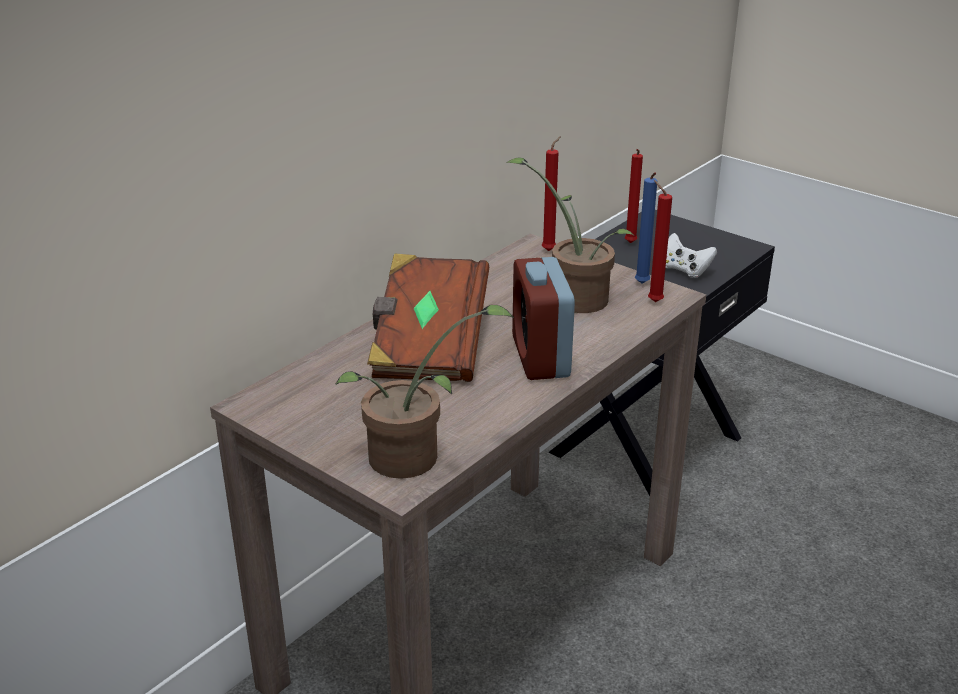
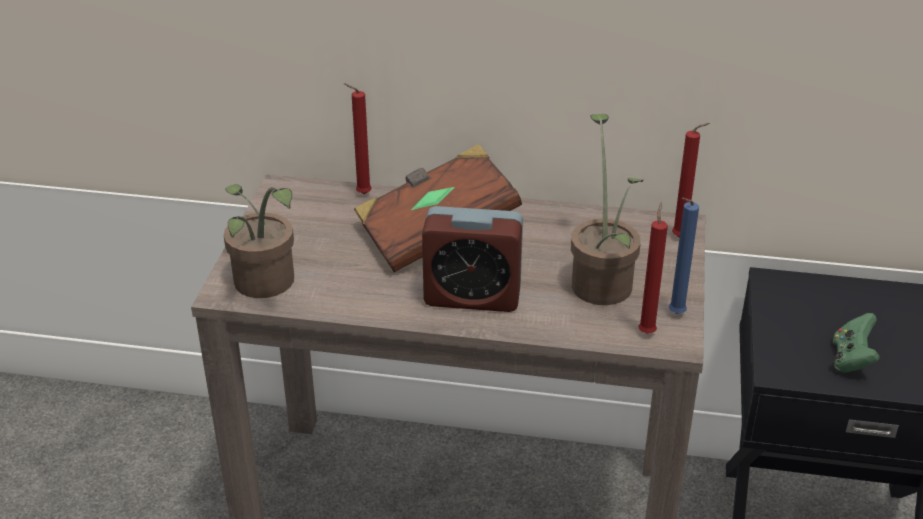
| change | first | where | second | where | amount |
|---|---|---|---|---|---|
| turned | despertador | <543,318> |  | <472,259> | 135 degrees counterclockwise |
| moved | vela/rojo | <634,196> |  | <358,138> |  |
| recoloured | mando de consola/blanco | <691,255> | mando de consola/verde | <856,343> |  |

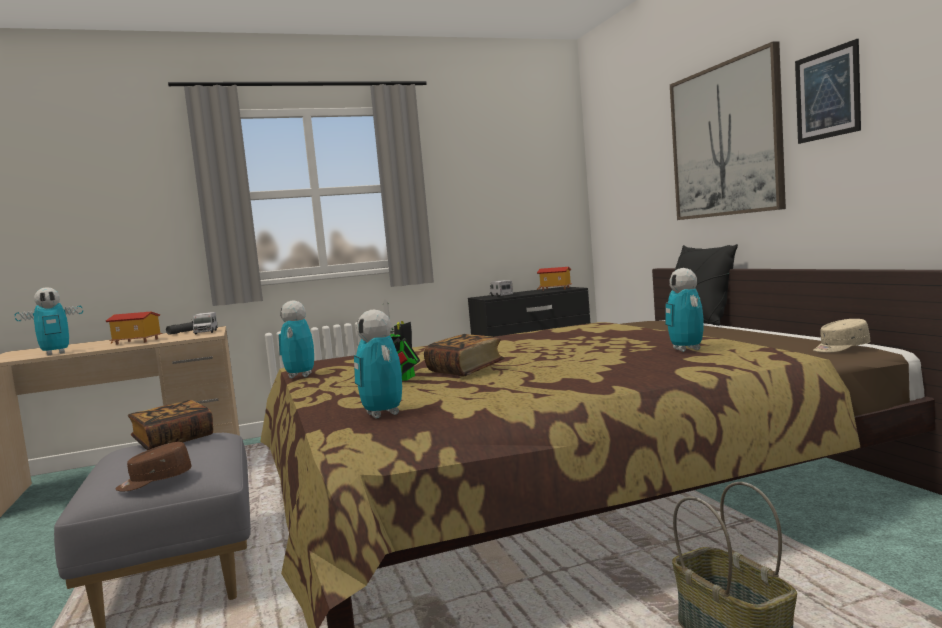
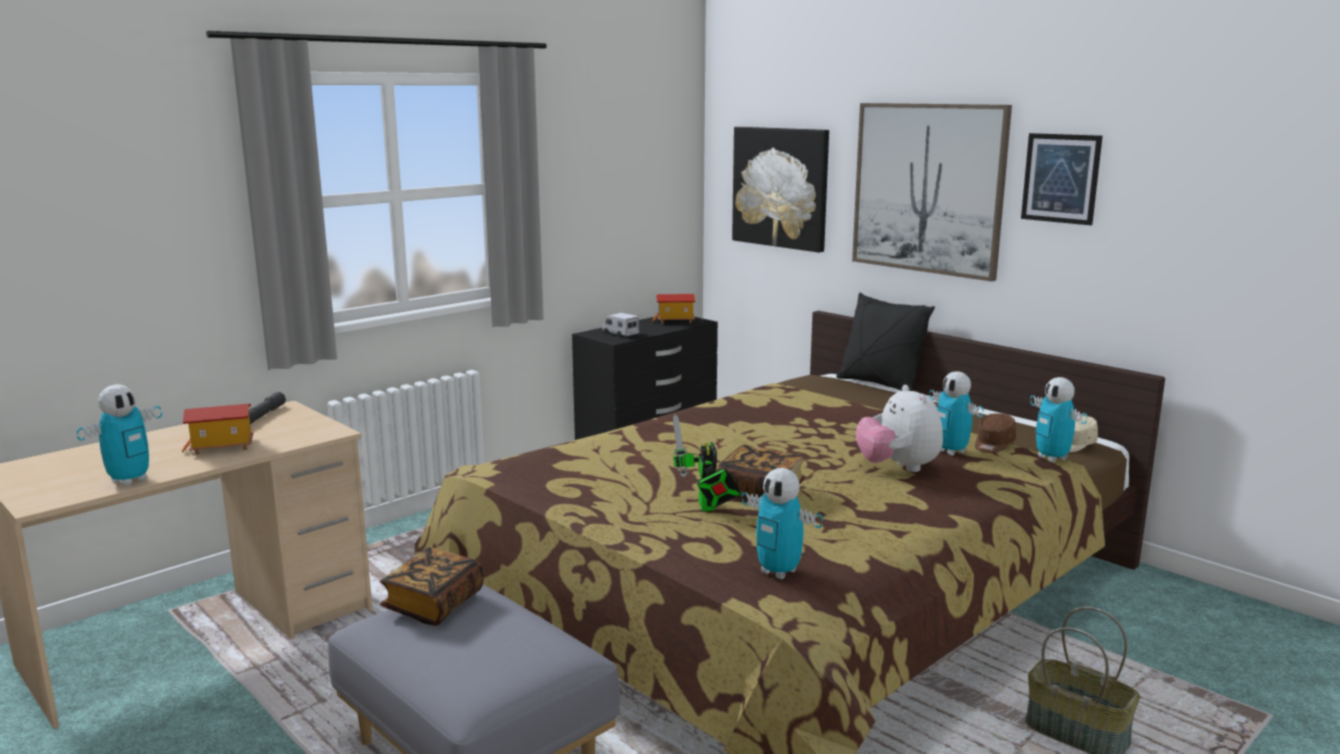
| change | first | where | second | where | amount |
|---|---|---|---|---|---|
| moved | gorra/marrón | <153,466> |  | <995,433> |  |
| removed | camión de juguete | <204,323> |  |  |  |
| moved | robot de juguete | <296,339> |  | <1059,419> |  |
| added |  |  | cuadro | <780,190> |  |
| added |  |  | peluche | <899,428> |  |

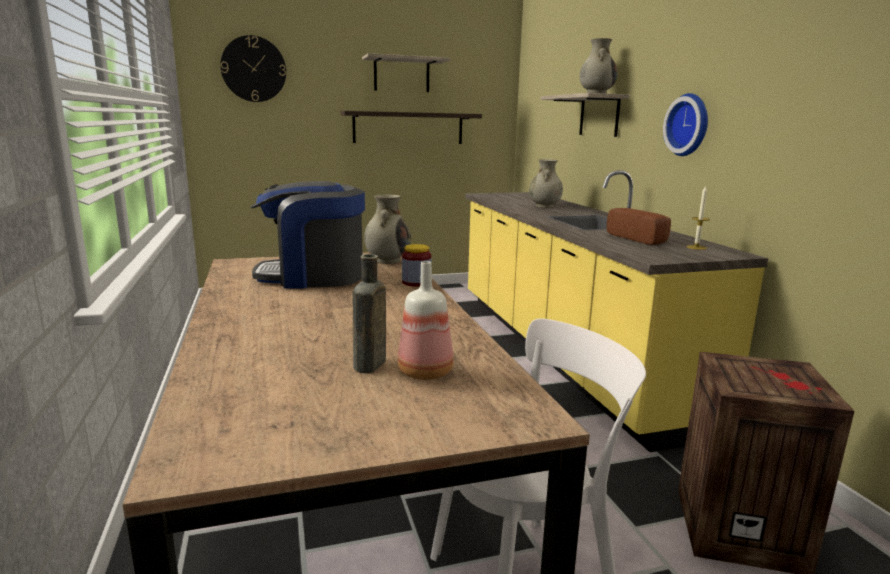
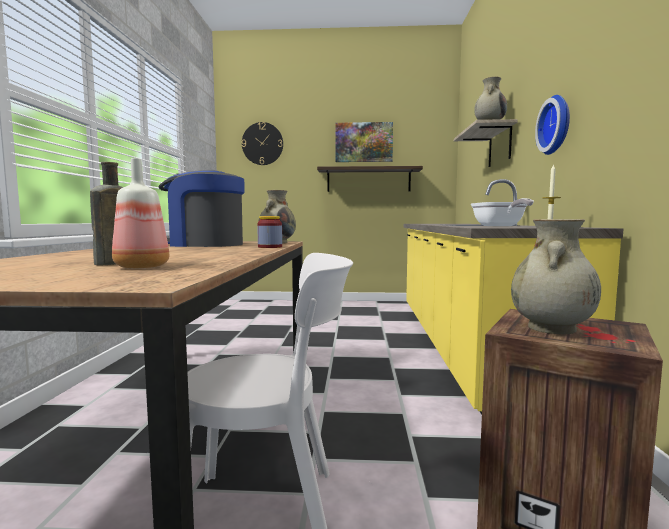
| change | first | where | second | where | amount |
|---|---|---|---|---|---|
| replaced | estante | <406,72> | cuadro | <364,142> |  |
| moved | florero/beis | <546,183> |  | <556,277> |  |
| replaced | pan | <639,226> | sartén | <502,212> |  |

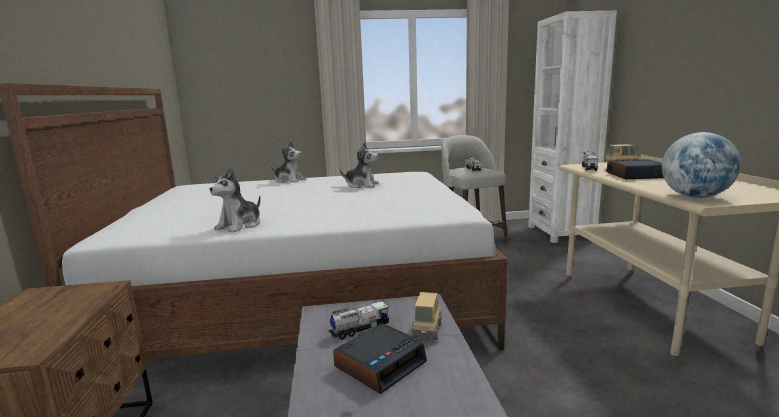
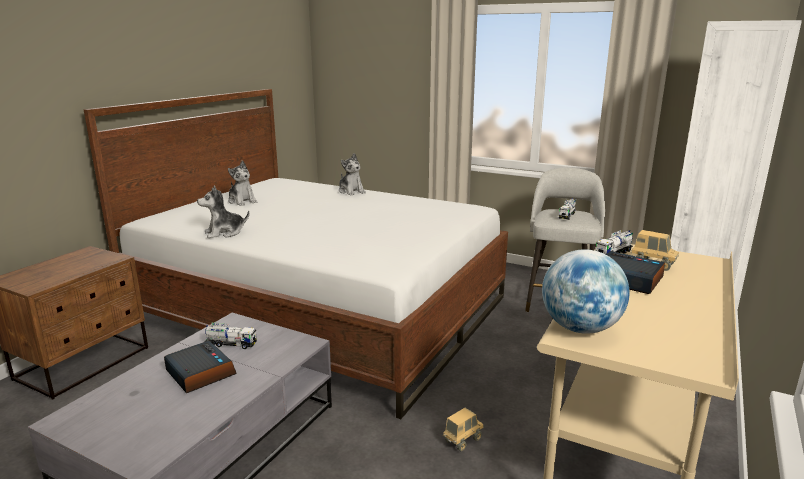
| change | first | where | second | where | amount |
|---|---|---|---|---|---|
| turned | despertador | <380,358> |  | <200,367> | 120 degrees counterclockwise |
| moved | peluche | <359,165> |  | <242,183> |  |
| moved | camión de juguete | <427,316> |  | <463,429> |  |

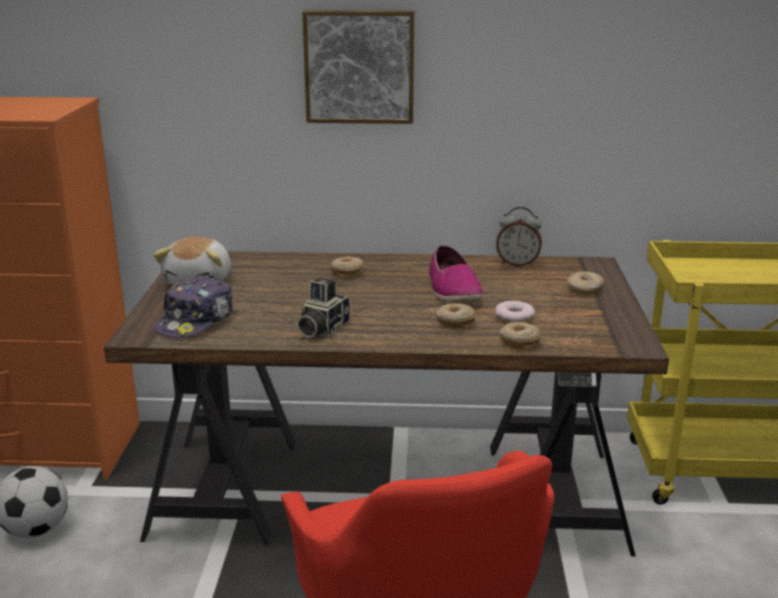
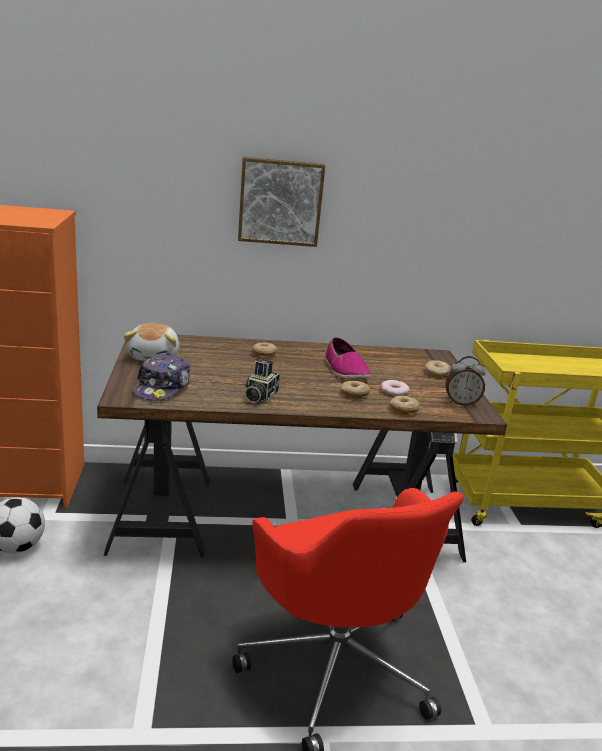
| change | first | where | second | where | amount |
|---|---|---|---|---|---|
| moved | despertador | <519,237> |  | <465,381> |  |

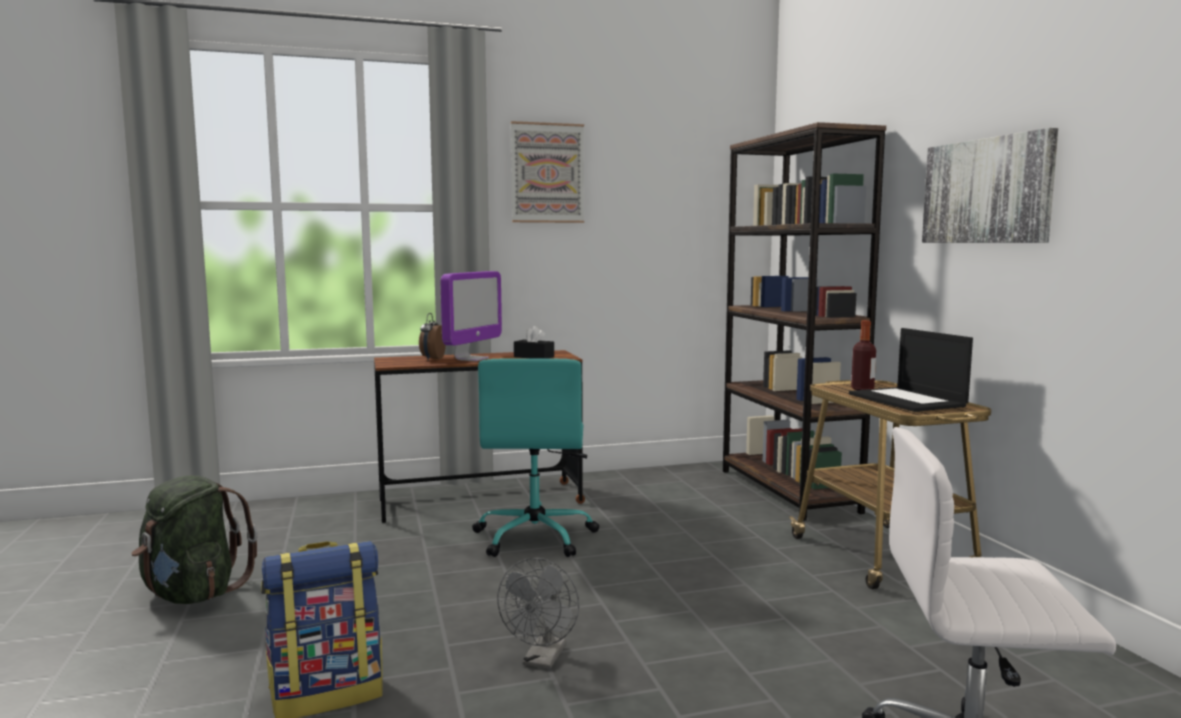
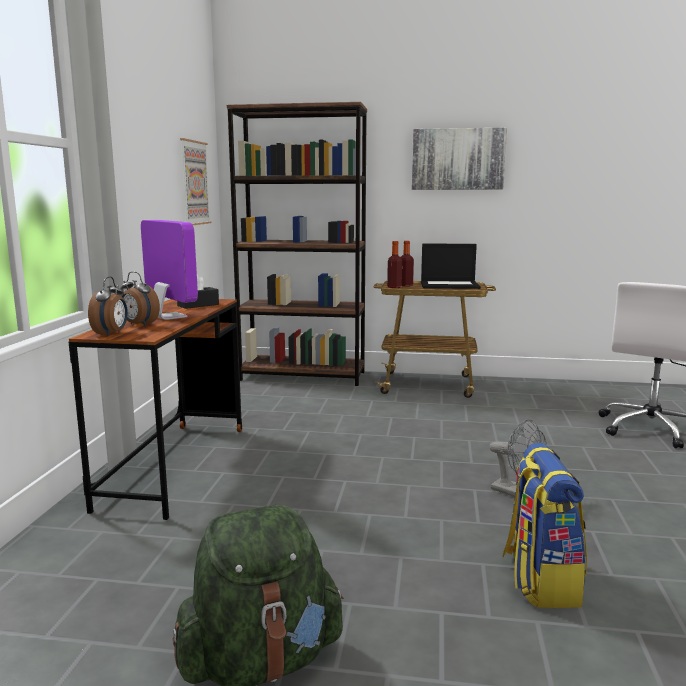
| change | first | where | second | where | amount |
|---|---|---|---|---|---|
| removed | silla de oficina/turquesa | <535,457> |  |  |  |
| moved | cuadro | <547,172> |  | <196,181> |  |
| added |  |  | despertador | <108,307> |  |
| added |  |  | botella | <394,264> |  |

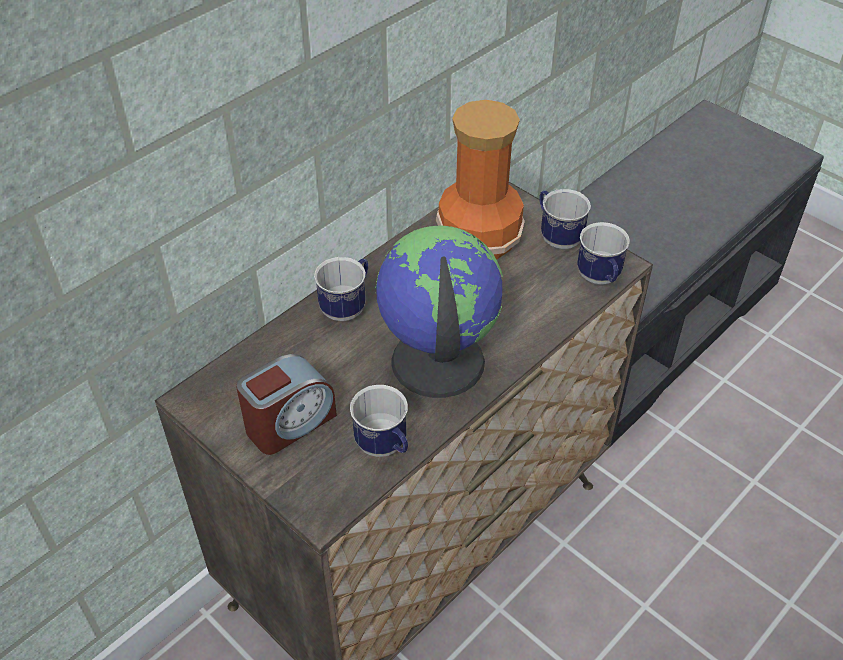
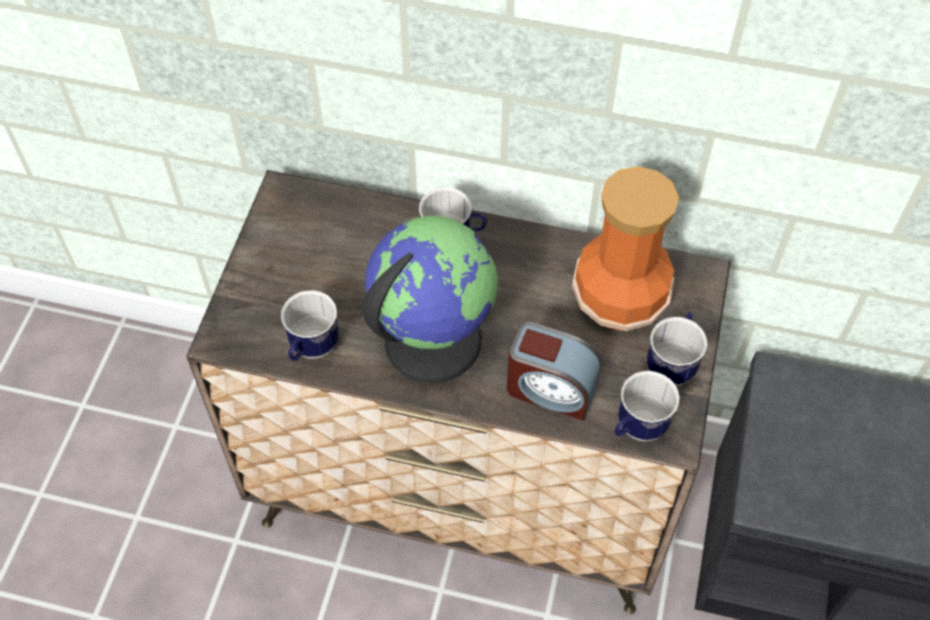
| change | first | where | second | where | amount |
|---|---|---|---|---|---|
| moved | despertador | <286,404> |  | <554,371> |  |

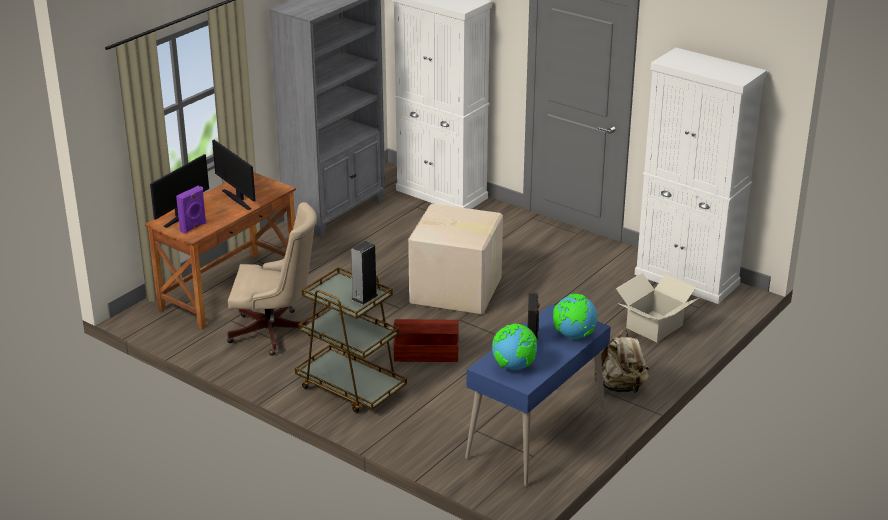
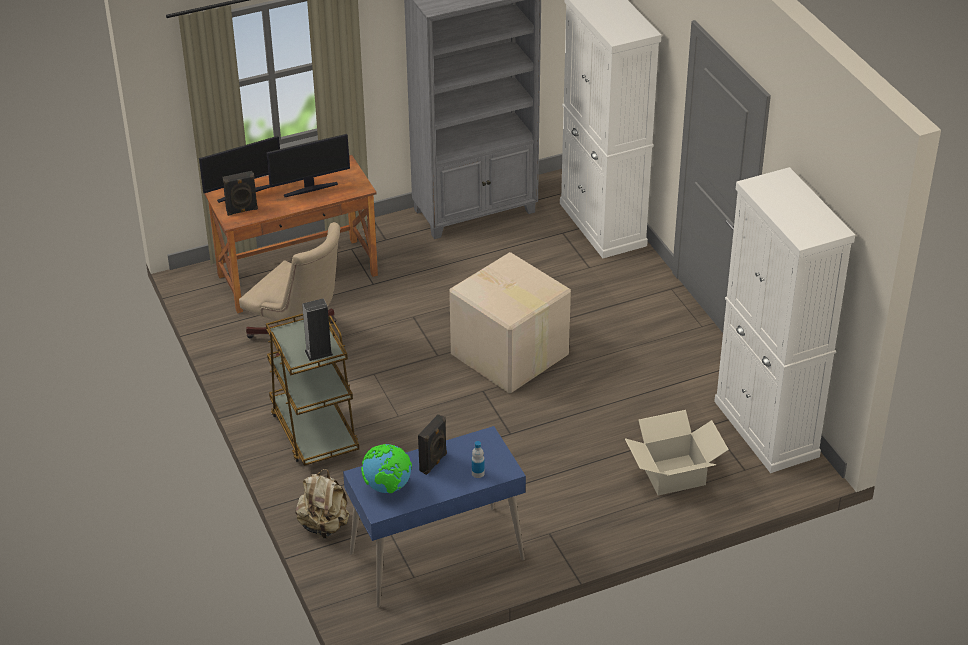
| change | first | where | second | where | amount |
|---|---|---|---|---|---|
| recoloured | altavoz/morado | <191,210> | altavoz/negro | <240,193> |  |
| turned | monitor | <234,175> |  | <308,165> | 105 degrees counterclockwise |
| removed | caja de almacenaje/marrón | <426,340> |  |  |  |
| replaced | globo terráqueo | <575,316> | botella | <478,459> |  |
| moved | mochila/beis | <621,361> |  | <322,503> |  |

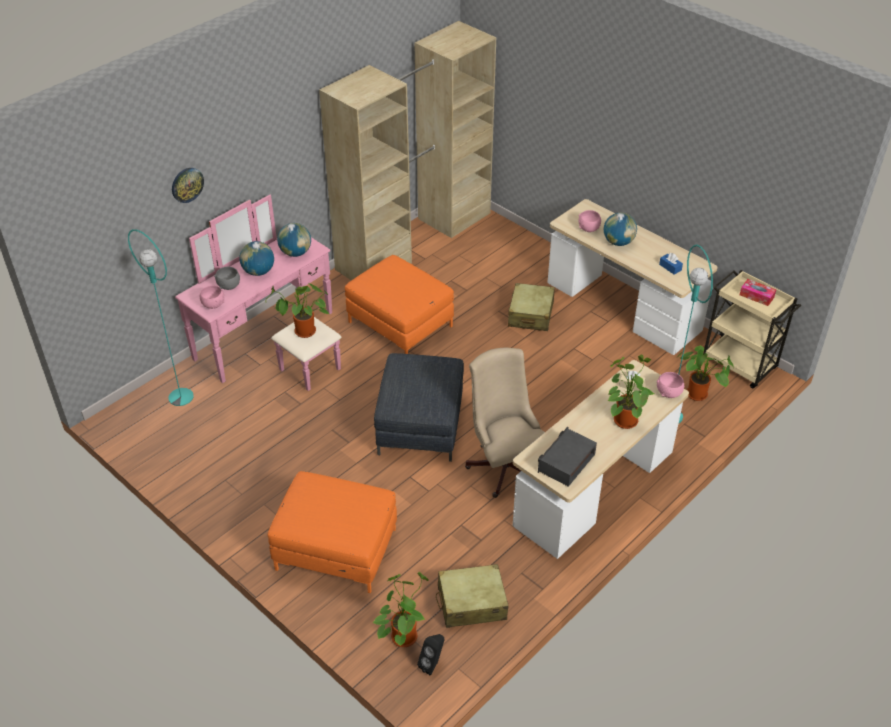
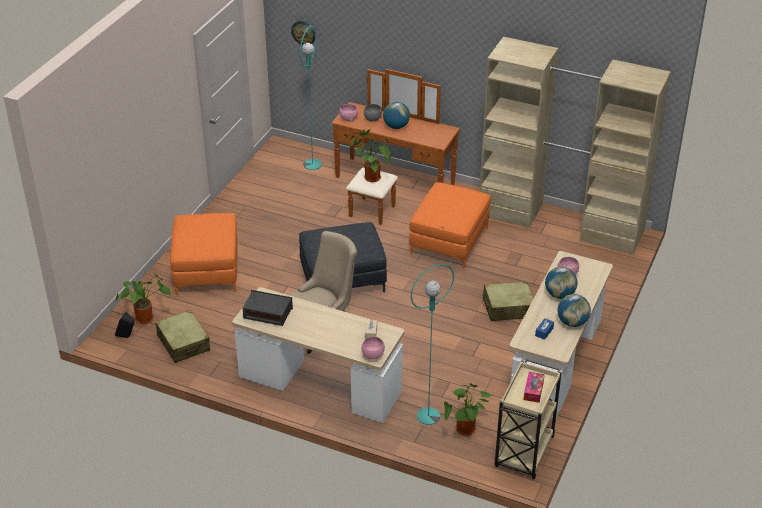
| change | first | where | second | where | amount |
|---|---|---|---|---|---|
| moved | reloj de pared | <188,185> |  | <303,33> |  |
| recoloured | cómoda/rosa | <258,293> | cómoda/marrón | <395,147> |  |
| moved | globo terráqueo | <294,240> |  | <574,310> |  |
| removed | planta en maceta | <631,391> |  |  |  |

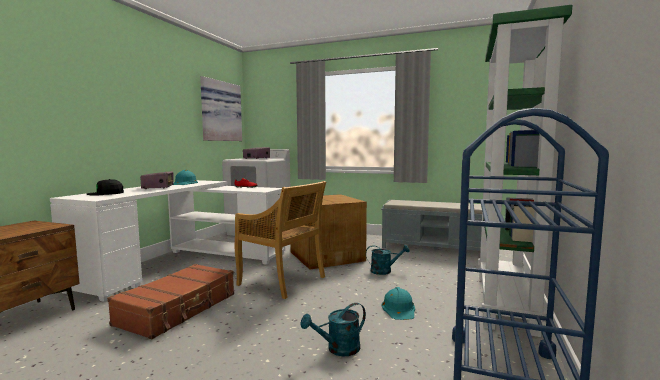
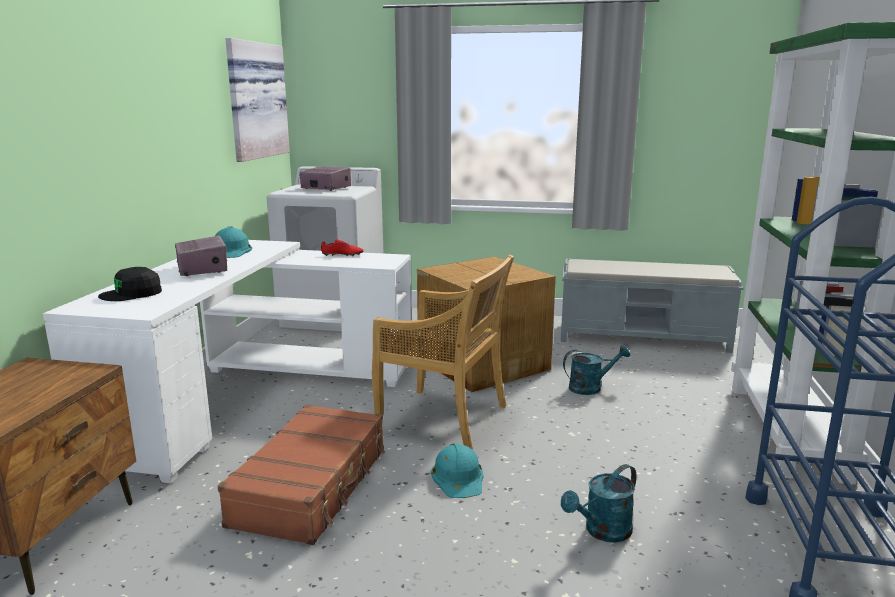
| change | first | where | second | where | amount |
|---|---|---|---|---|---|
| moved | casco/turquesa | <398,303> |  | <457,470> |  |

